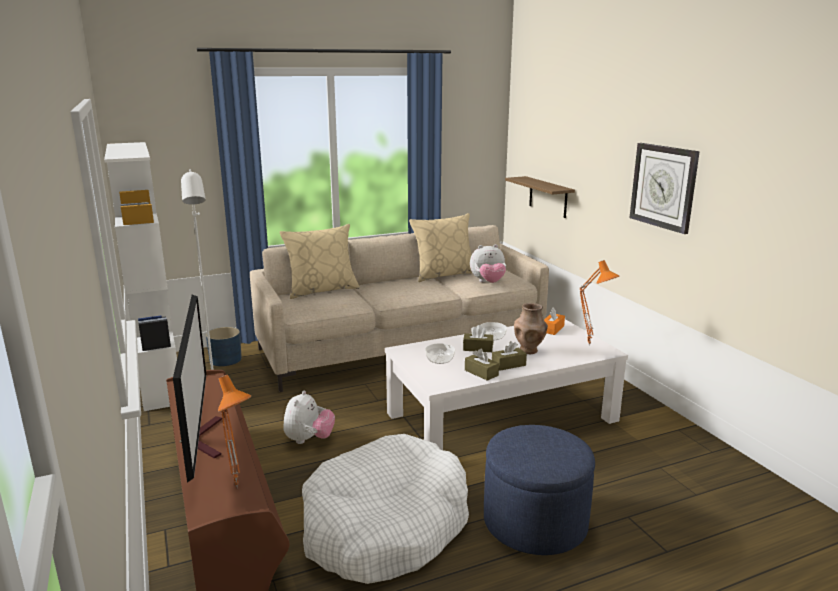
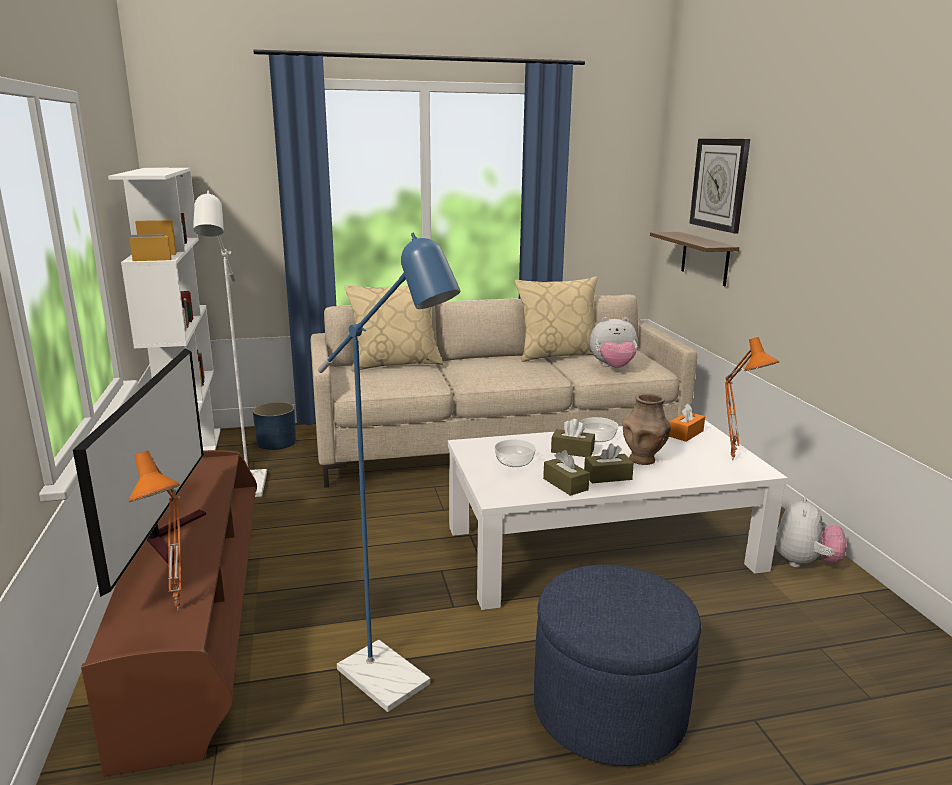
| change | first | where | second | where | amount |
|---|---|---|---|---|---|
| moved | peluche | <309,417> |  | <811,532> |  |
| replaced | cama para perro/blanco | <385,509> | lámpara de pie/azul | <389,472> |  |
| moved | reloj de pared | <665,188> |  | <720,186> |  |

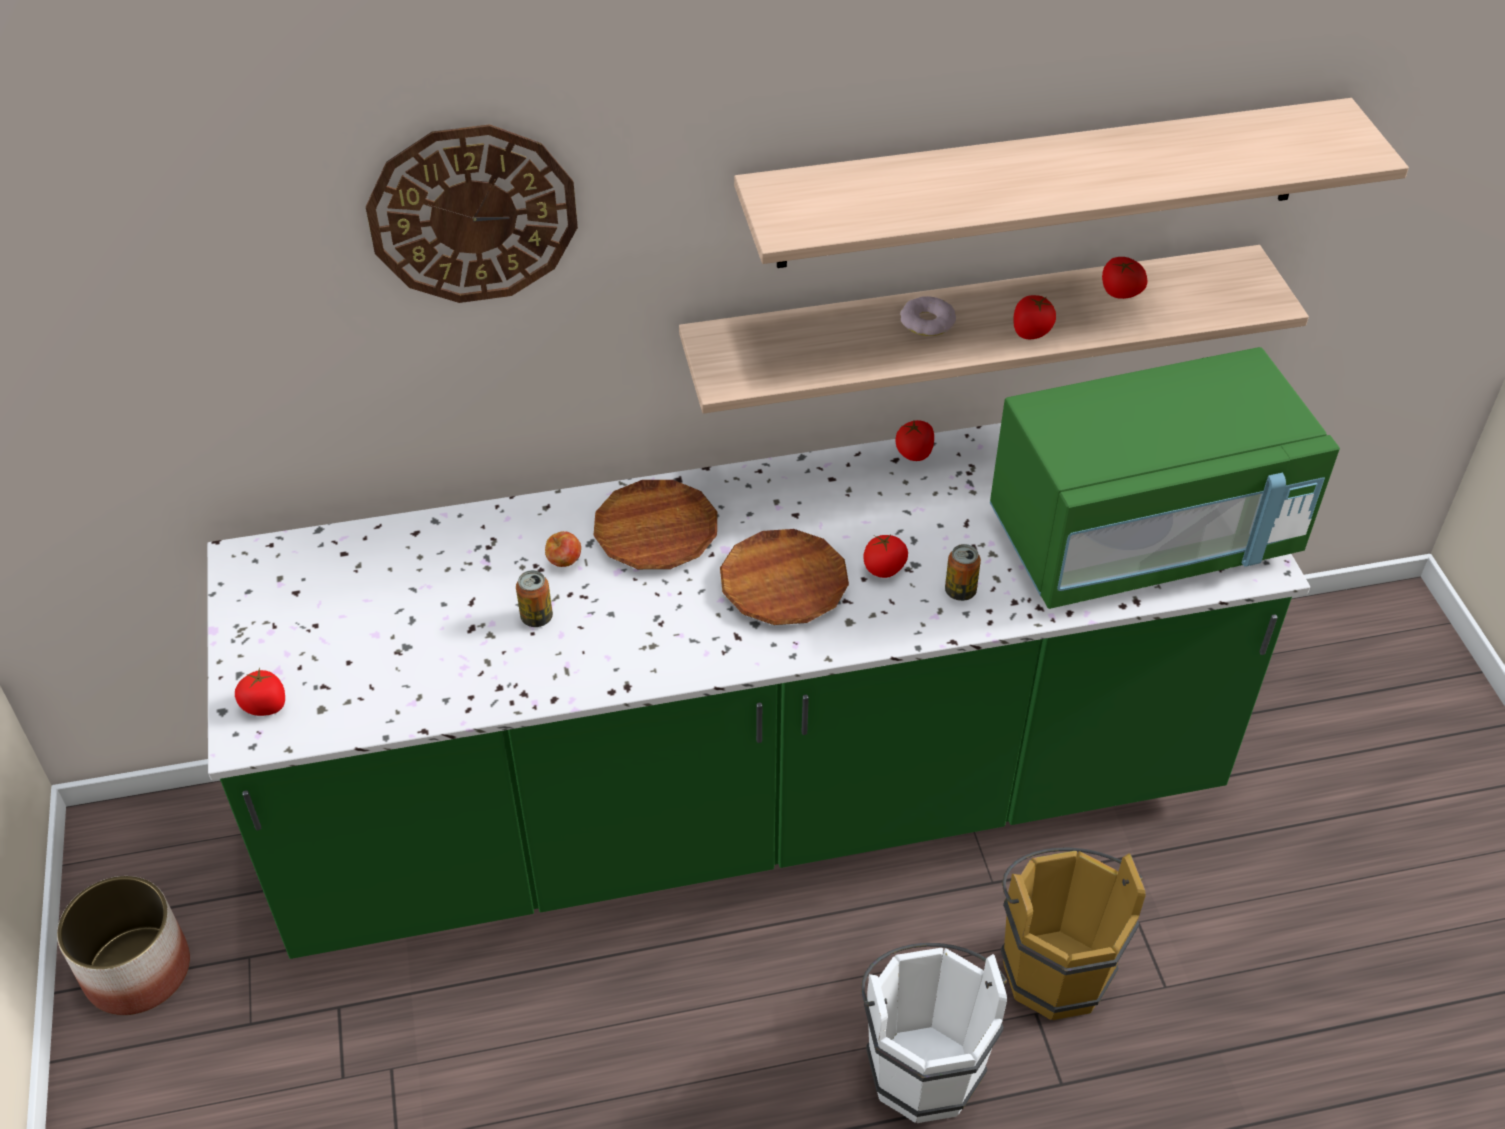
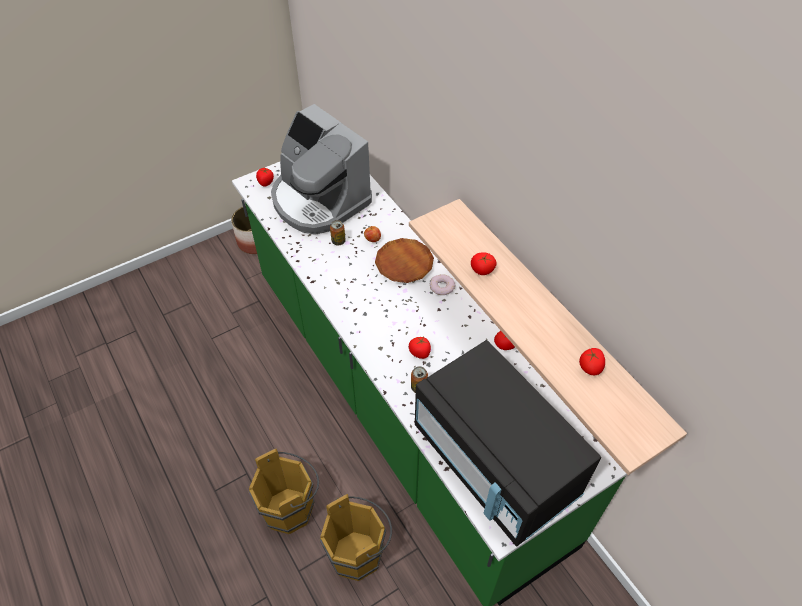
| change | first | where | second | where | amount |
|---|---|---|---|---|---|
| removed | reloj de pared | <472,213> |  |  |  |
| removed | plato/marrón | <784,577> |  |  |  |
| removed | estante | <1071,183> |  |  |  |
| recoloured | cubo/blanco | <934,1033> | cubo/marrón | <284,491> |  |
| moved | rosquilla | <928,316> |  | <442,284> |  |
| recoloured | microondas/verde | <1165,478> | microondas/negro | <508,443> |  |
| moved | tomate | <1035,317> |  | <484,263> |  |
| added |  |  | cafetera | <321,169> |  |

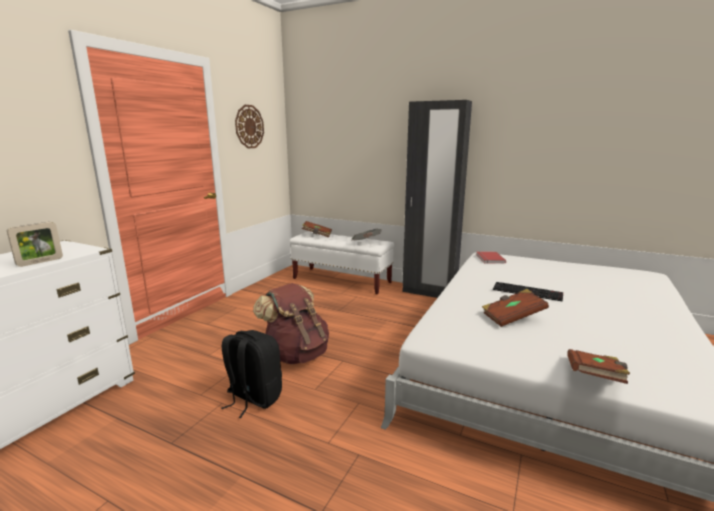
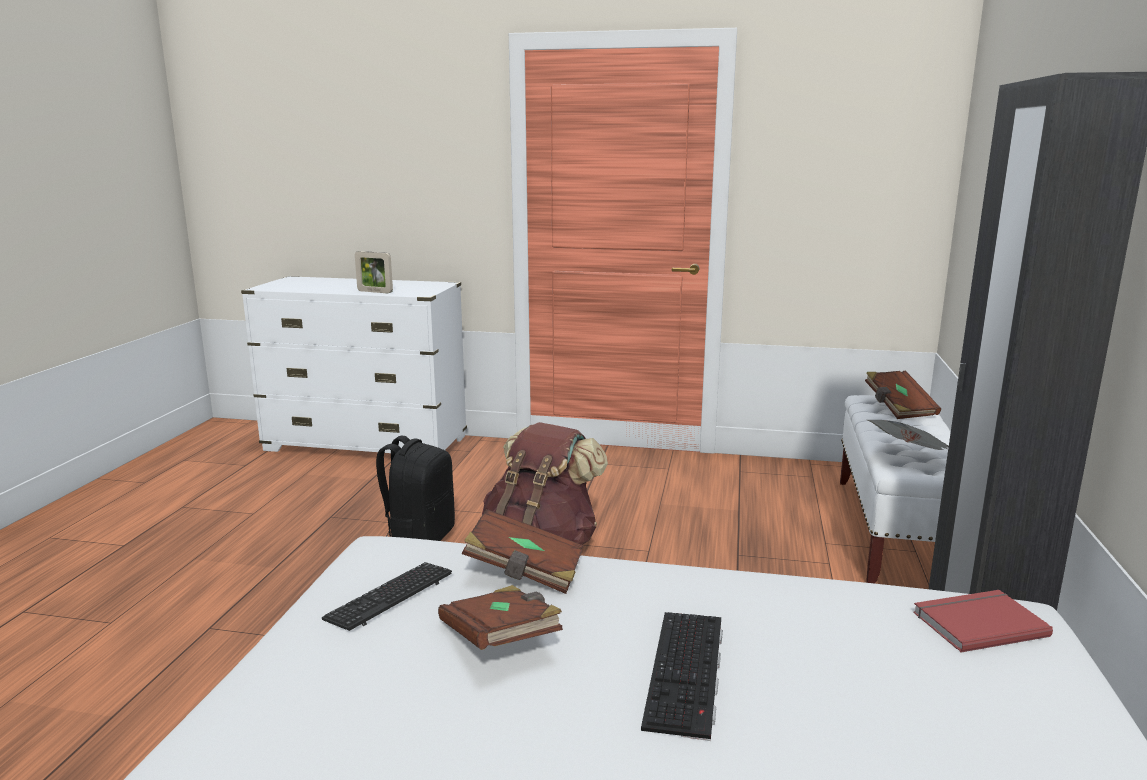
| change | first | where | second | where | amount |
|---|---|---|---|---|---|
| removed | reloj de pared | <249,126> |  |  |  |
| moved | libro/marrón | <598,366> |  | <523,551> |  |
| added |  |  | teclado | <387,596> |  |

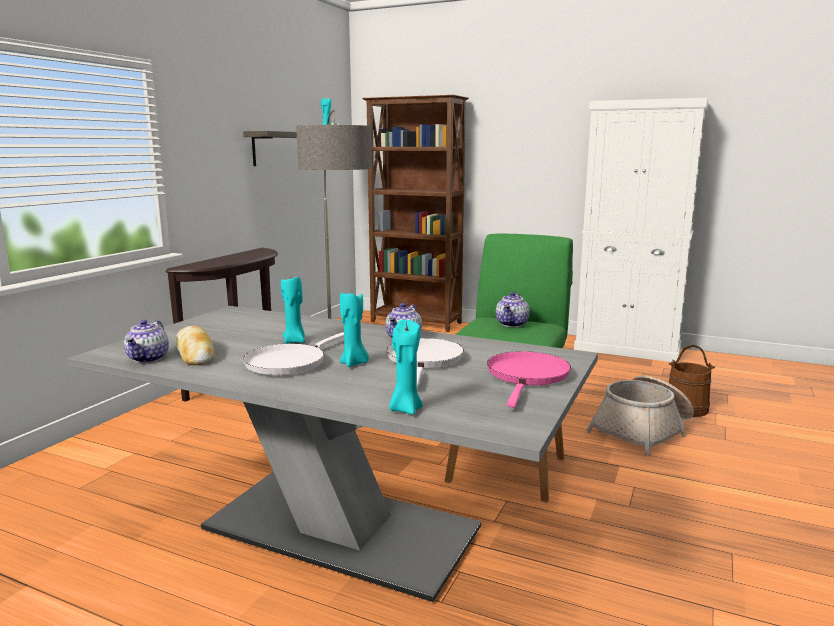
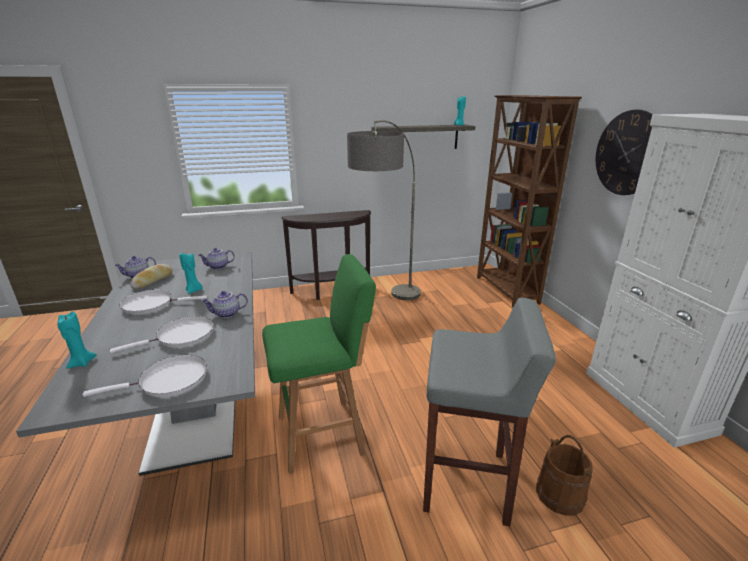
| change | first | where | second | where | amount |
|---|---|---|---|---|---|
| removed | vela/turquesa | <354,329> |  |  |  |
| recoloured | sartén/rosa | <529,379> | sartén/blanco | <145,376> |  |
| moved | tetera | <513,309> |  | <217,258> |  |
| replaced | cesta | <640,415> | taburete/gris | <489,412> |  |
| added |  |  | reloj de pared | <624,152> |  |

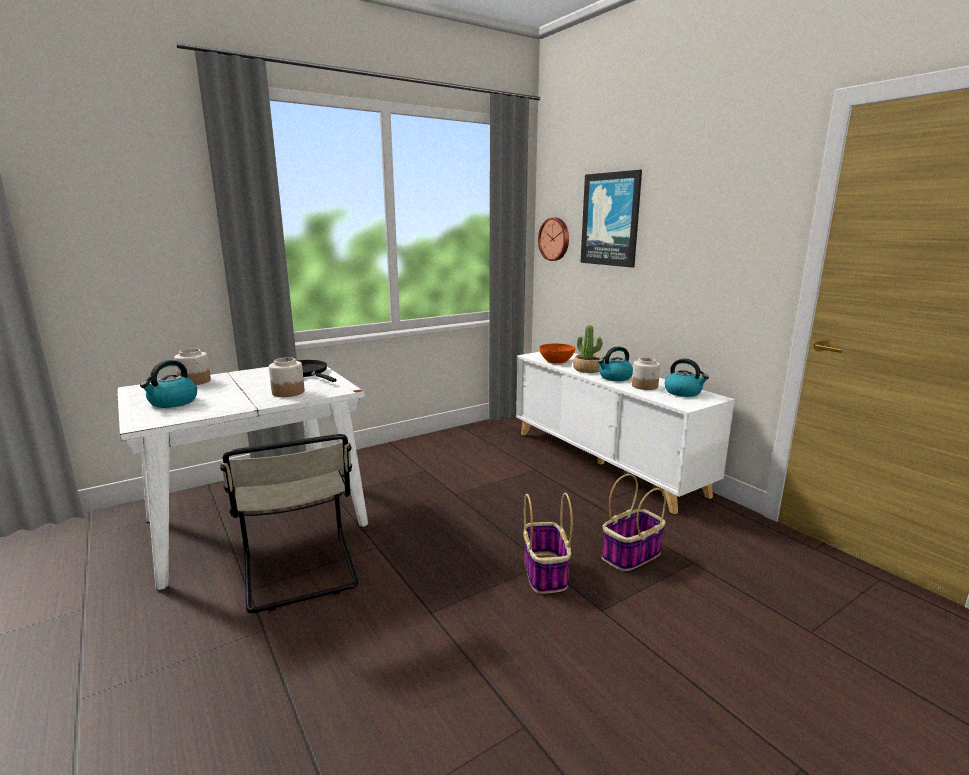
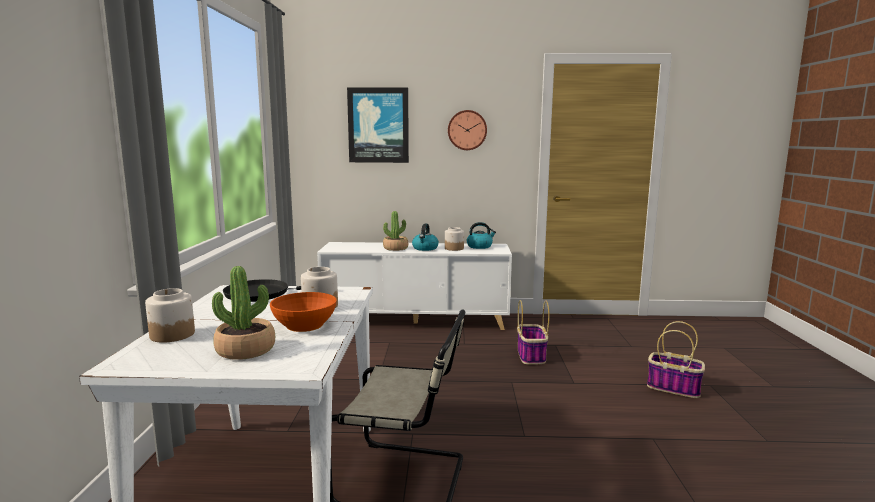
| change | first | where | second | where | amount |
|---|---|---|---|---|---|
| replaced | hervidor | <168,384> | planta en maceta | <243,313> |  |
| moved | cesta | <548,543> |  | <676,359> |  |
| moved | reloj de pared | <553,239> |  | <467,130> |  |
| moved | cuenco/naranja | <557,353> |  | <303,312> |  |

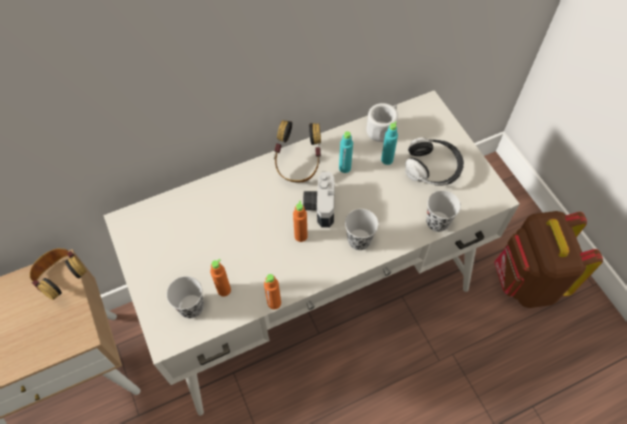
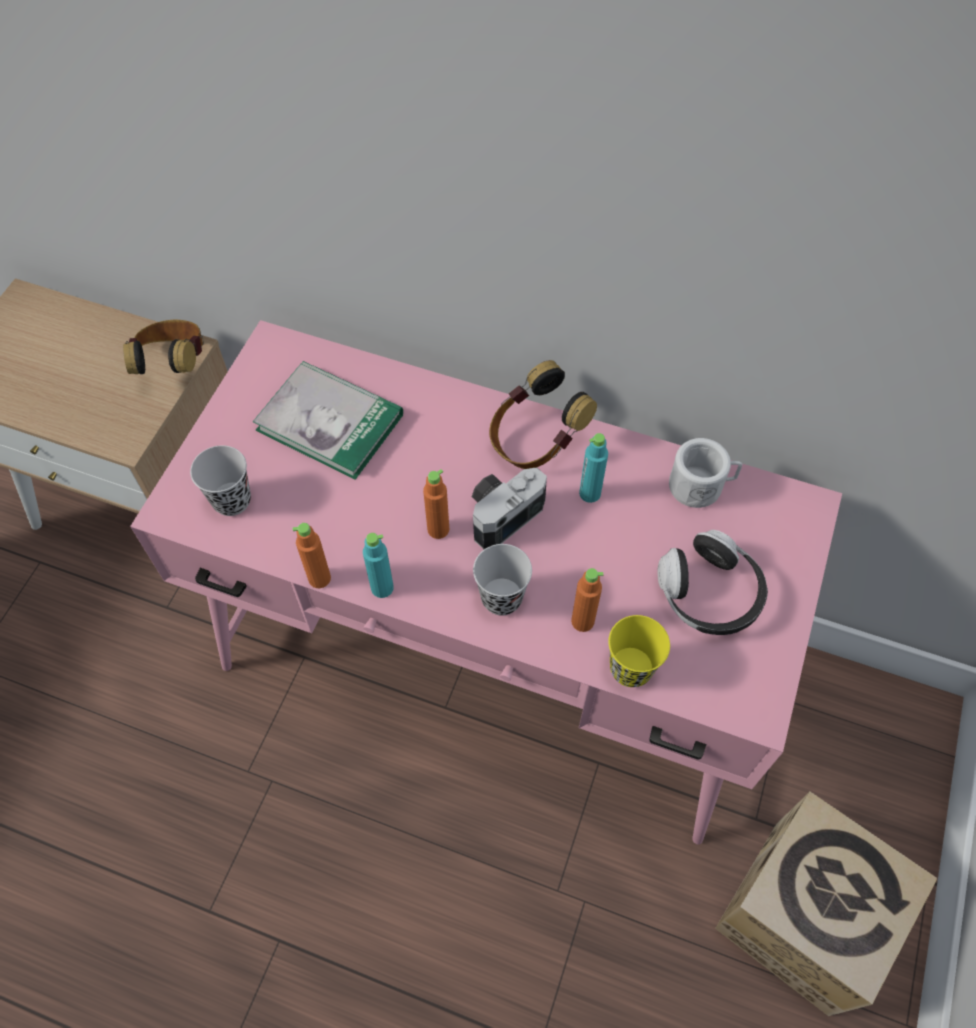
| change | first | where | second | where | amount |
|---|---|---|---|---|---|
| recoloured | escritorio/blanco | <311,253> | escritorio/rosa | <486,582> |  |
| moved | botella/naranja | <220,278> |  | <587,600> |  |
| moved | botella/turquesa | <389,143> |  | <378,565> |  |
| recoloured | taza/negro | <443,211> | taza/amarillo | <639,651> |  |
| replaced | mochila/marrón | <548,259> | caja de cartón | <826,903> |  |
| added |  |  | libro | <328,420> |  |

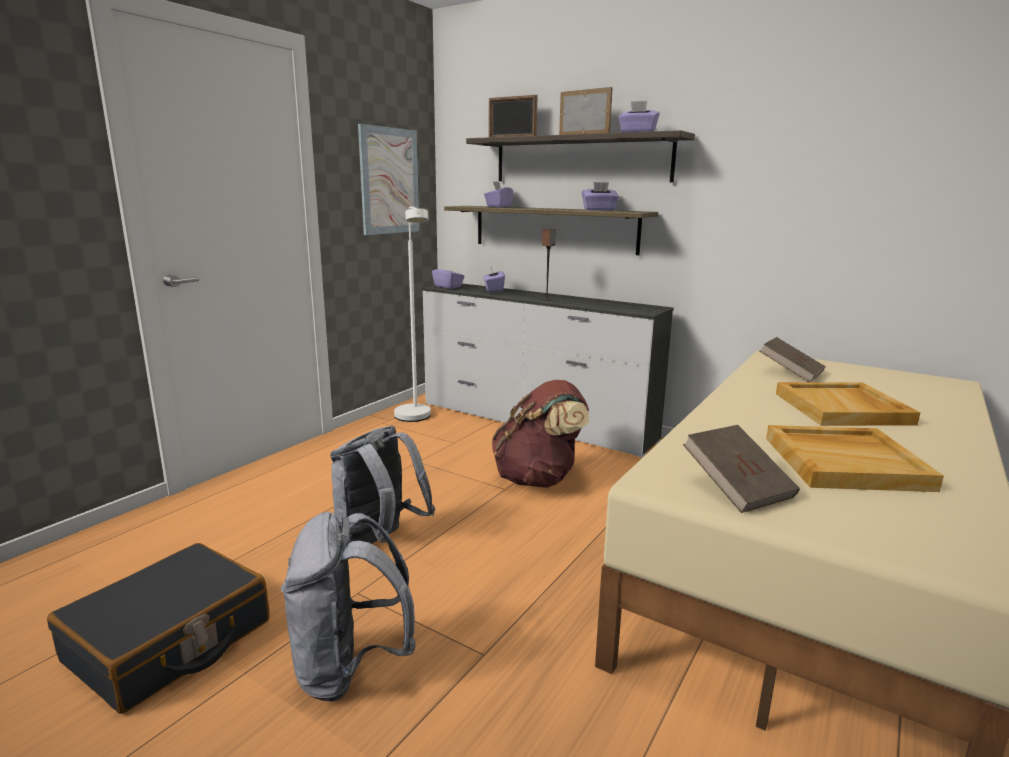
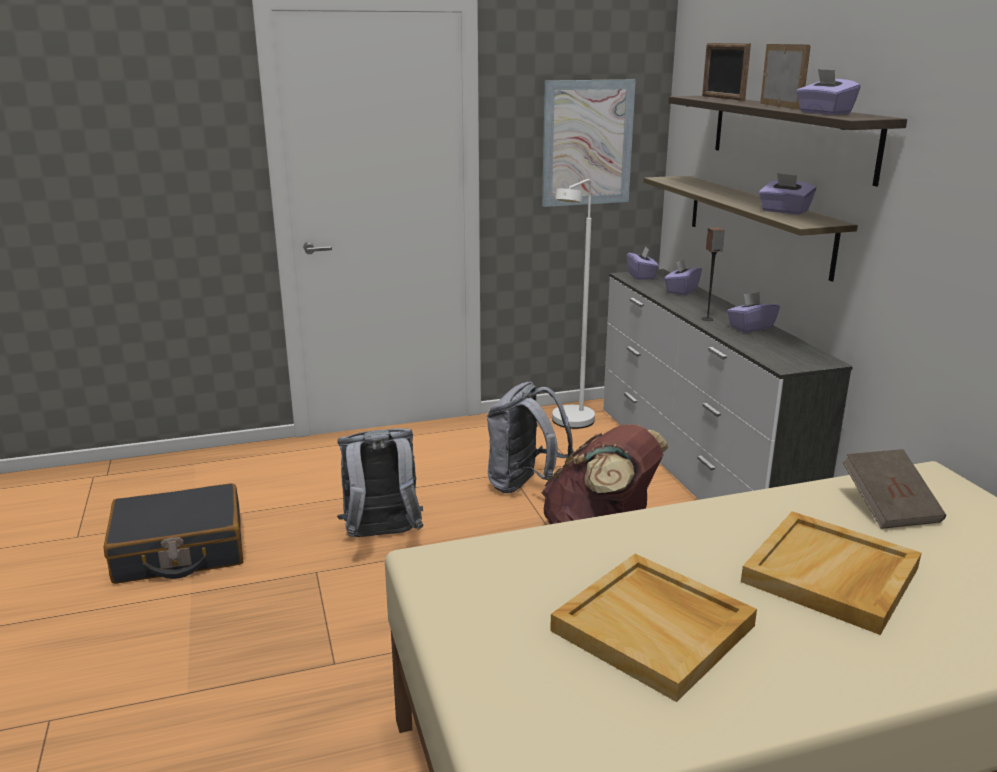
| change | first | where | second | where | amount |
|---|---|---|---|---|---|
| moved | mochila/gris | <348,606> |  | <530,437> |  |
| moved | caja de pañuelos/morado | <498,194> |  | <753,312> |  |
| removed | libro/marrón | <741,469> |  |  |  |

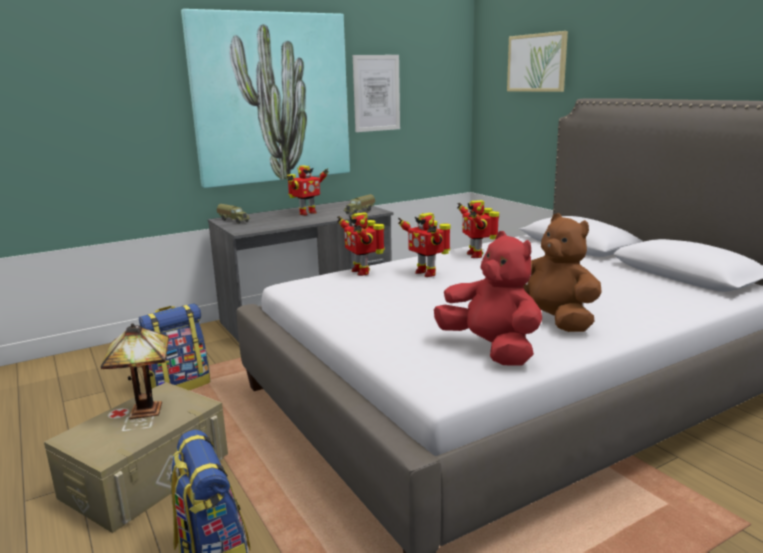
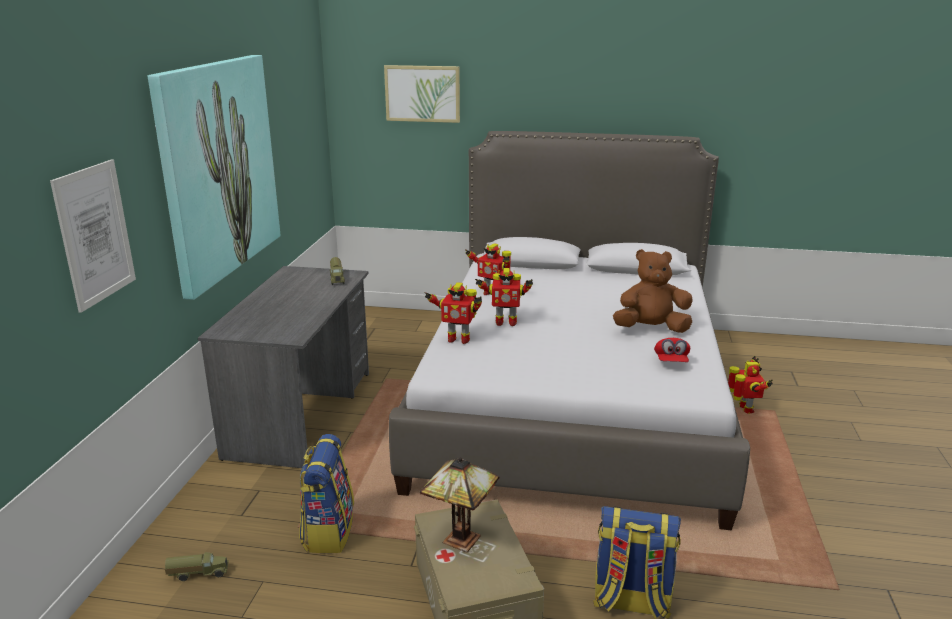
| change | first | where | second | where | amount |
|---|---|---|---|---|---|
| moved | camión de juguete | <233,214> |  | <197,566> |  |
| moved | robot de juguete | <308,190> |  | <750,385> |  |
| moved | cuadro | <376,93> |  | <93,236> |  |
| replaced | peluche/rojo | <488,298> | gorra/rojo | <672,350> |  |

